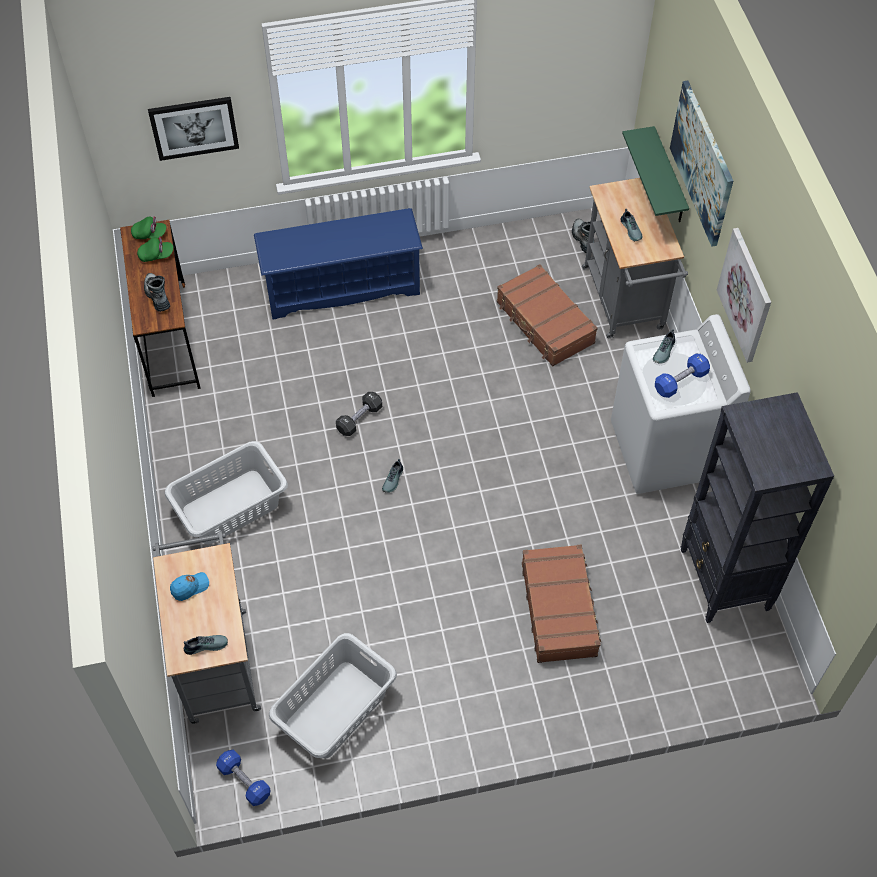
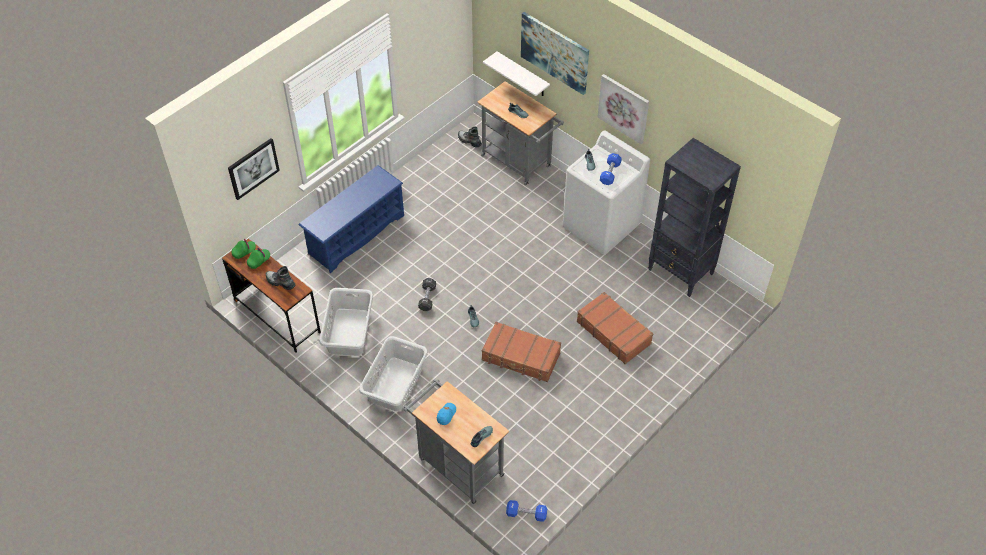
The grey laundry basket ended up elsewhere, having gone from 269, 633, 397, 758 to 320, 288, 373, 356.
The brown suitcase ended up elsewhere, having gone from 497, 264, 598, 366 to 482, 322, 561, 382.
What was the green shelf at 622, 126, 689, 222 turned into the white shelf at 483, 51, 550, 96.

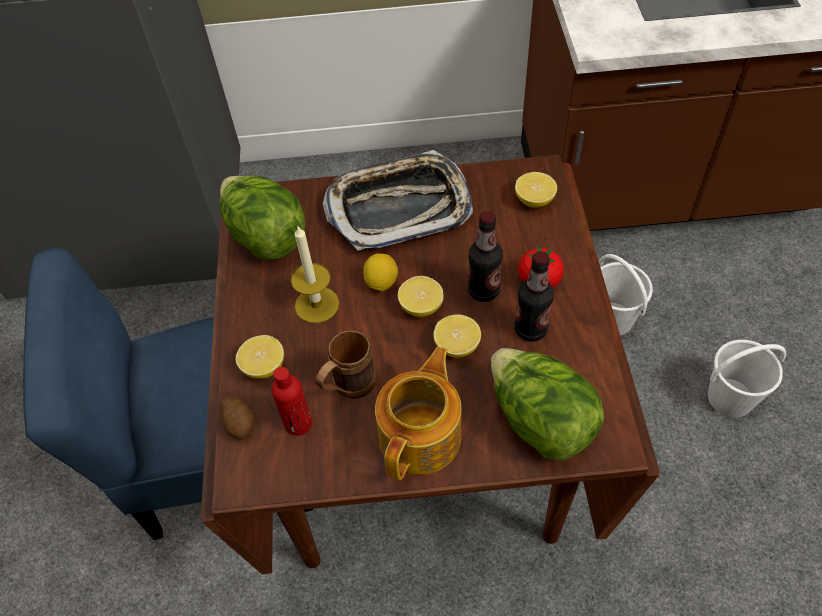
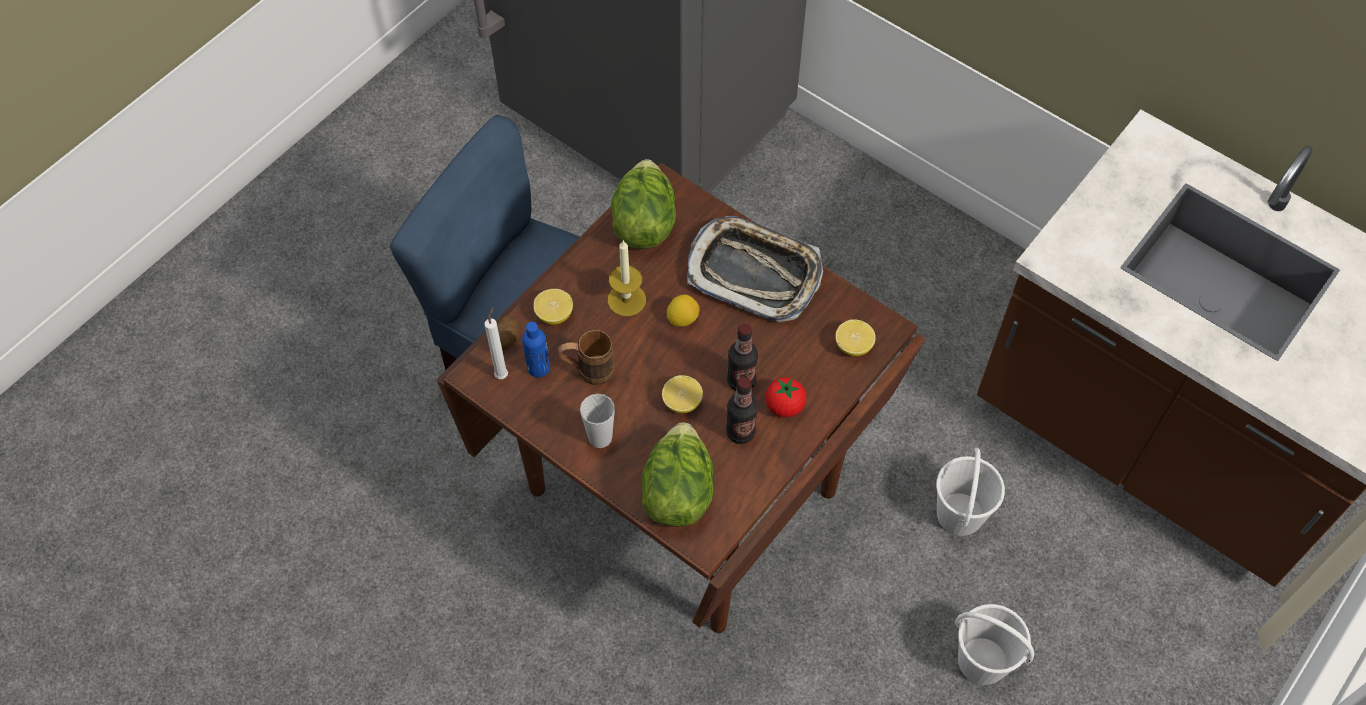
What was the red bottle at 271, 367, 312, 436 turned into the blue bottle at 522, 322, 550, 378.
Where the teapot stood at 375, 347, 461, 480, the cup came to stand at 580, 394, 615, 448.
The second view lost the lemon at 398, 276, 444, 317.
The second view gained the white candle at 484, 307, 508, 379.

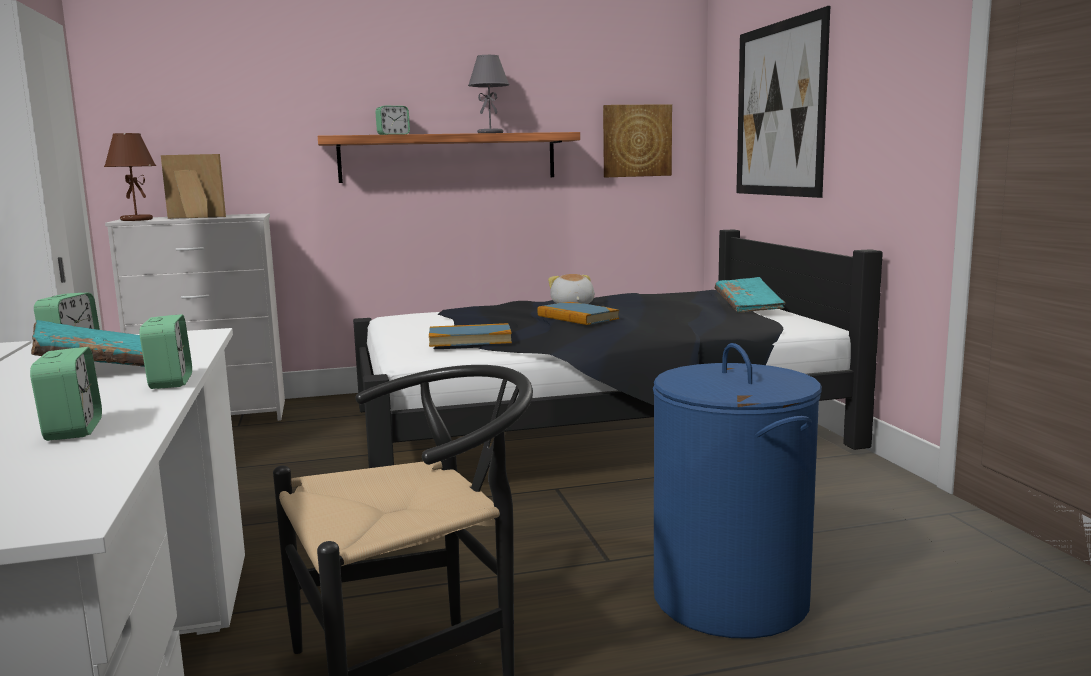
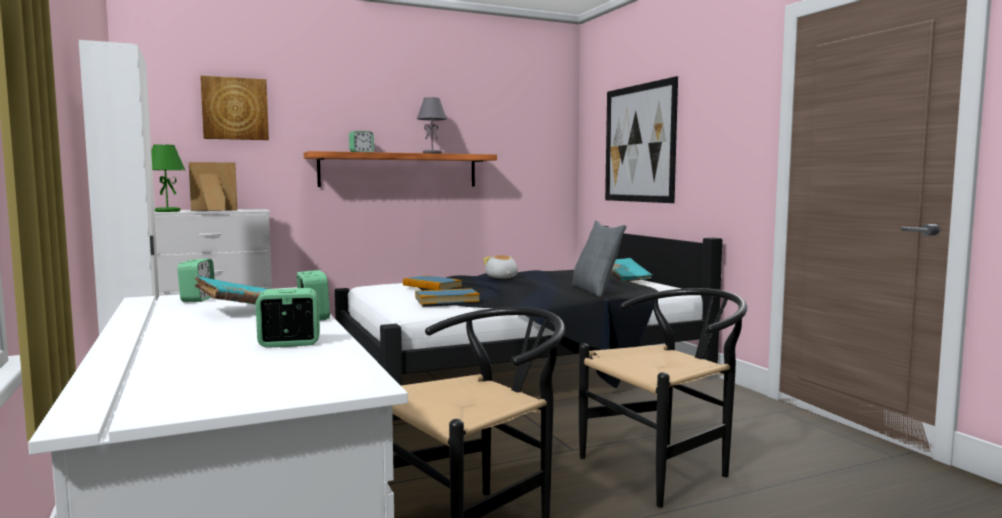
The alarm clock at 30, 347, 102, 441 ended up facing another way, 75 degrees counterclockwise from before.
What was the brown table lamp at 104, 133, 156, 221 turned into the green table lamp at 151, 144, 185, 212.
The book ended up elsewhere, having gone from 537, 302, 619, 325 to 403, 275, 462, 290.
The picture ended up elsewhere, having gone from 603, 104, 672, 177 to 200, 76, 269, 140.
Where the blue laundry basket stood at 653, 343, 822, 639, the black chair came to stand at 579, 288, 747, 508.
The second view gained the grey pillow at 572, 221, 627, 297.

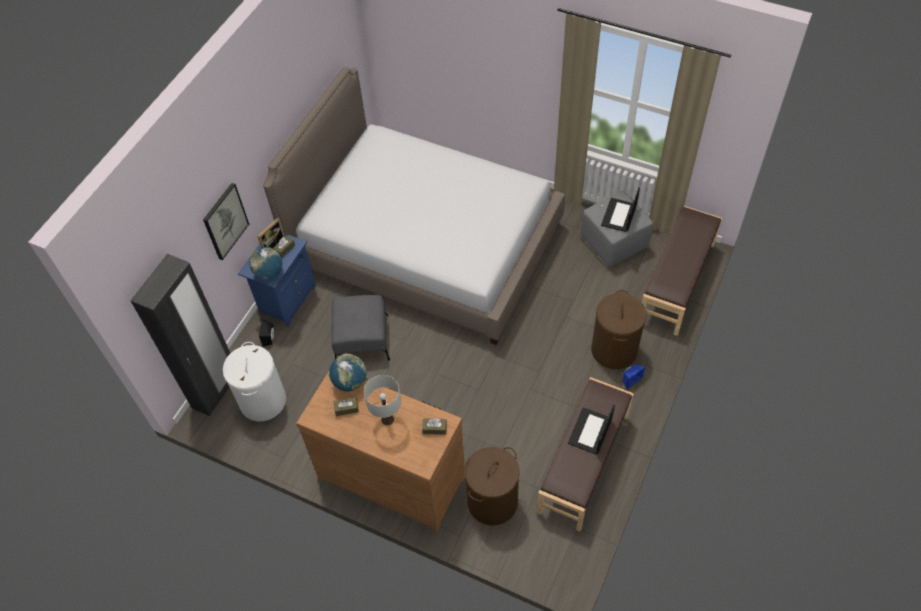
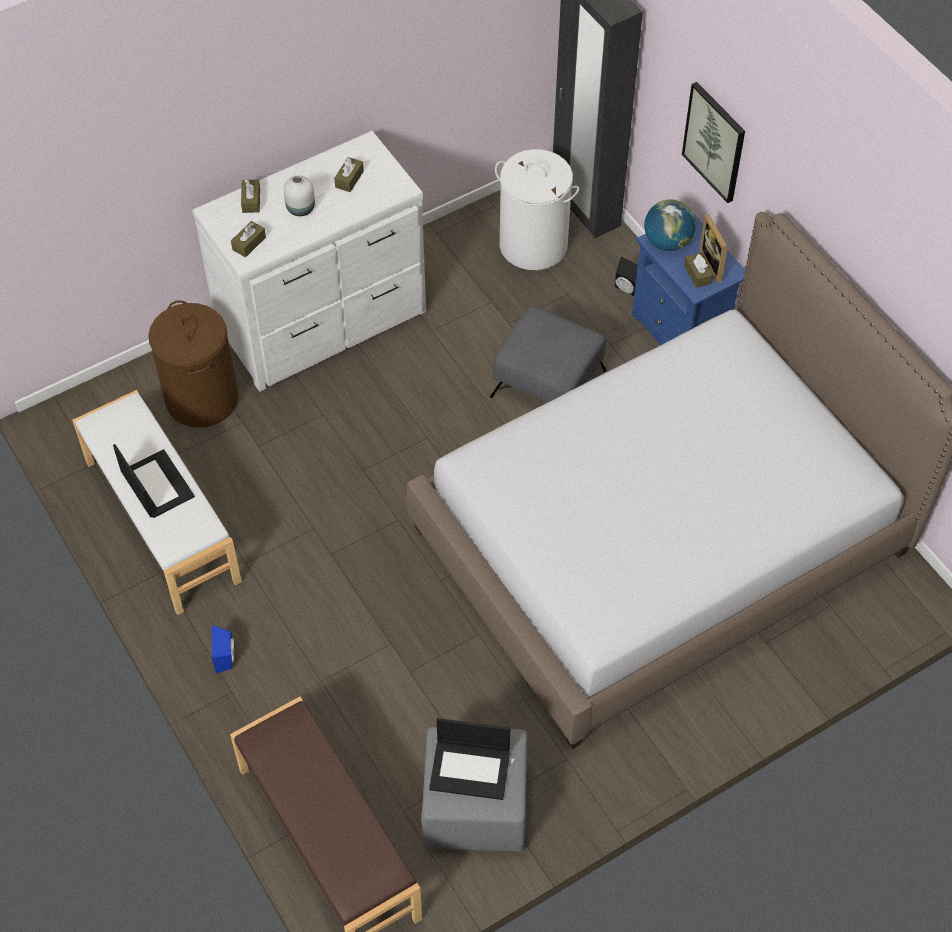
What was the brown dresser at 296, 371, 465, 531 turned into the white dresser at 192, 131, 426, 391.
The second view lost the globe at 329, 354, 366, 391.
Where the white table lamp stood at 364, 375, 401, 425, the white vase came to stand at 284, 175, 315, 216.
What was the brown bench at 537, 377, 634, 532 turned into the white bench at 72, 390, 242, 615.
The second view lost the brown laundry basket at 591, 290, 647, 369.
The laptop at 601, 187, 640, 232 ended up facing another way, 135 degrees clockwise from before.
The second view gained the brown tissue box at 241, 179, 260, 213.

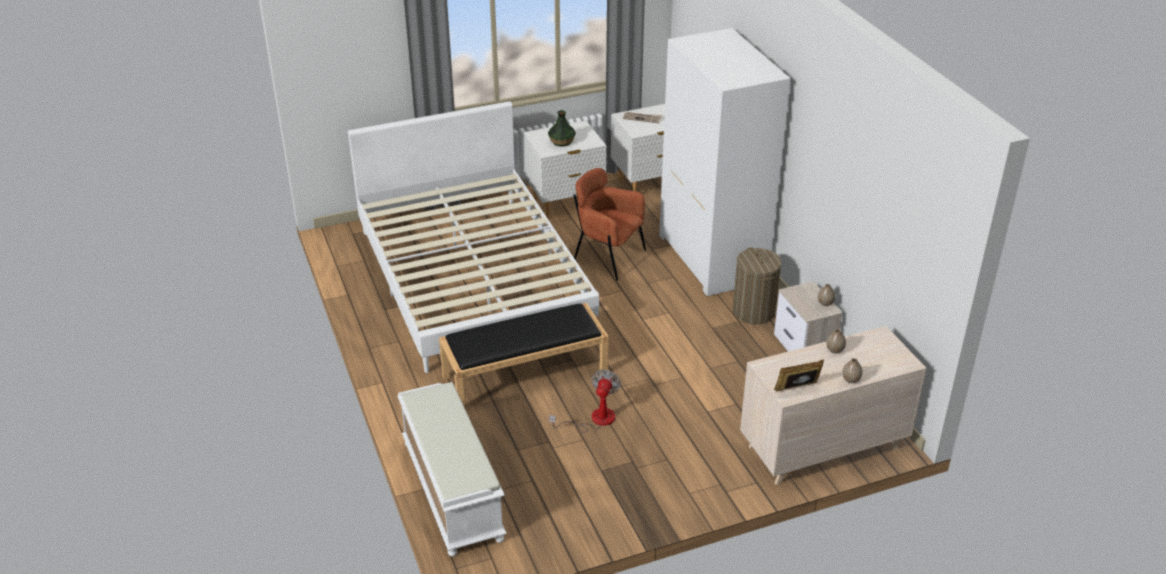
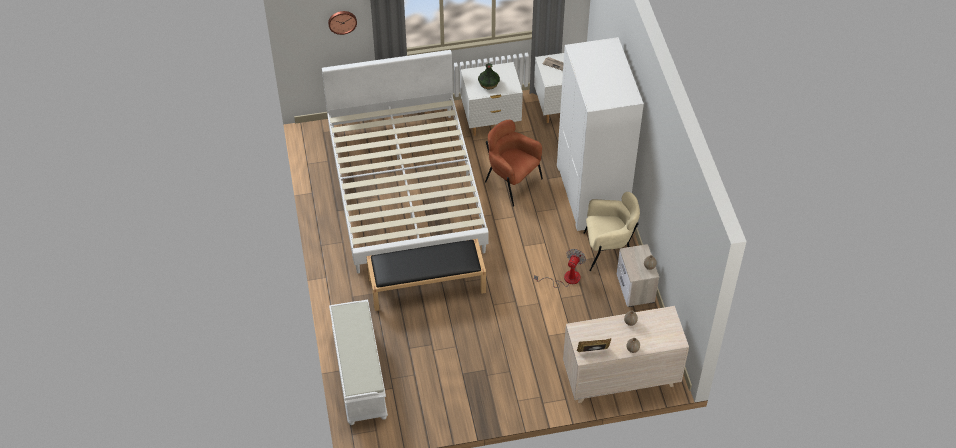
The fan ended up elsewhere, having gone from 549, 369, 621, 433 to 534, 249, 586, 288.
Where the laundry basket stood at 733, 248, 782, 324, the beige armchair came to stand at 584, 192, 640, 271.
The second view gained the wall clock at 328, 11, 357, 35.

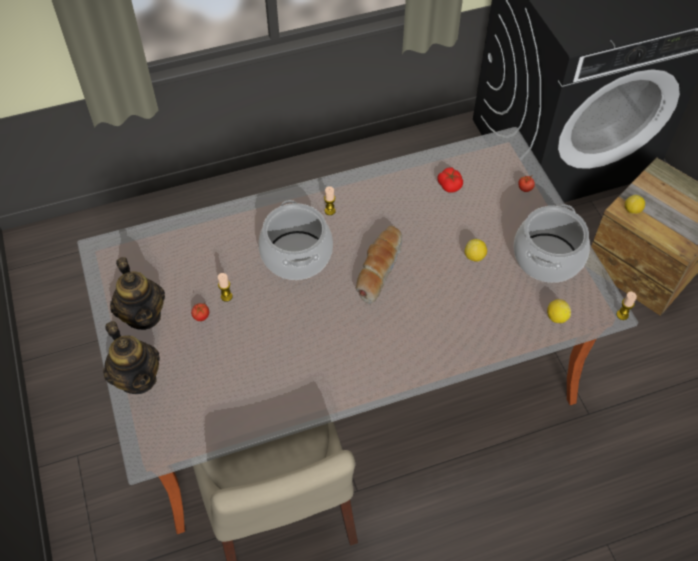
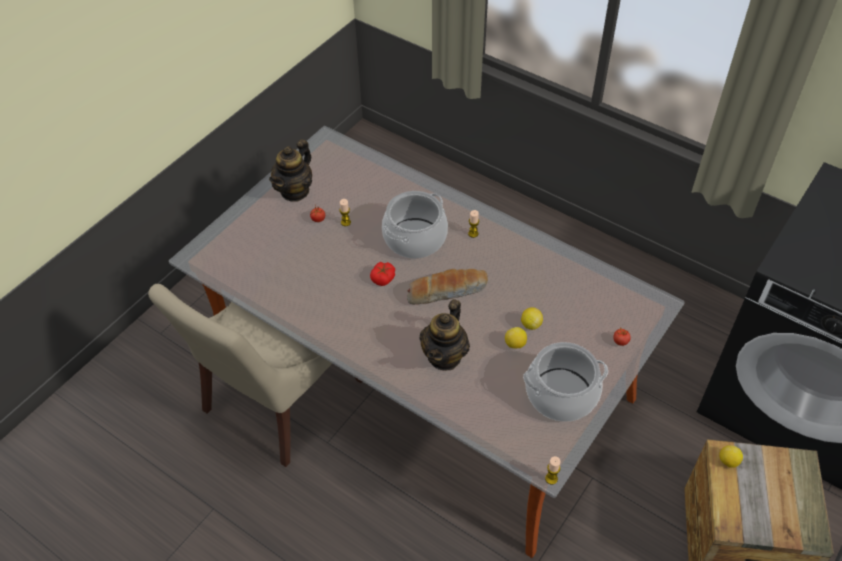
The teapot ended up elsewhere, having gone from 103, 321, 160, 394 to 419, 299, 470, 371.
The tomato ended up elsewhere, having gone from 437, 167, 463, 193 to 370, 262, 395, 286.
The lemon ended up elsewhere, having gone from 547, 299, 571, 323 to 521, 307, 543, 330.

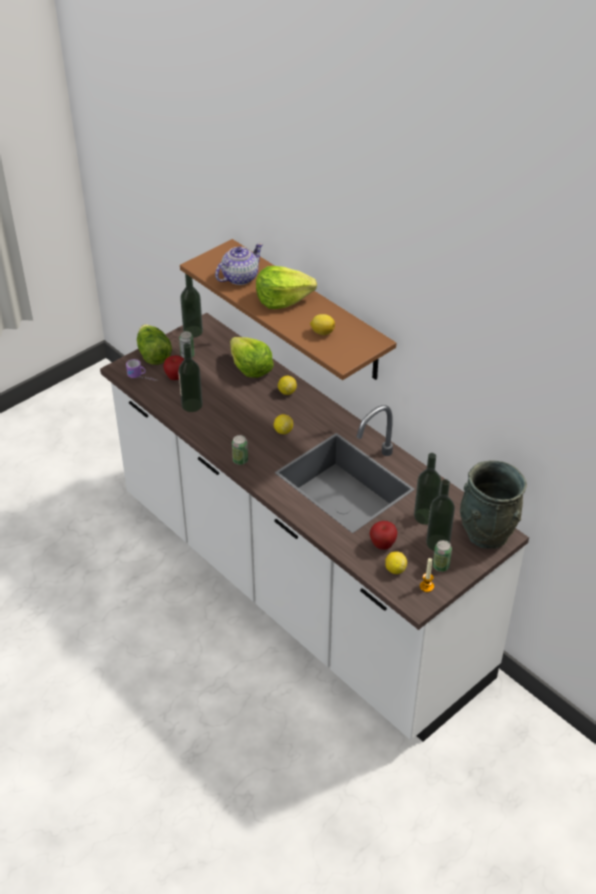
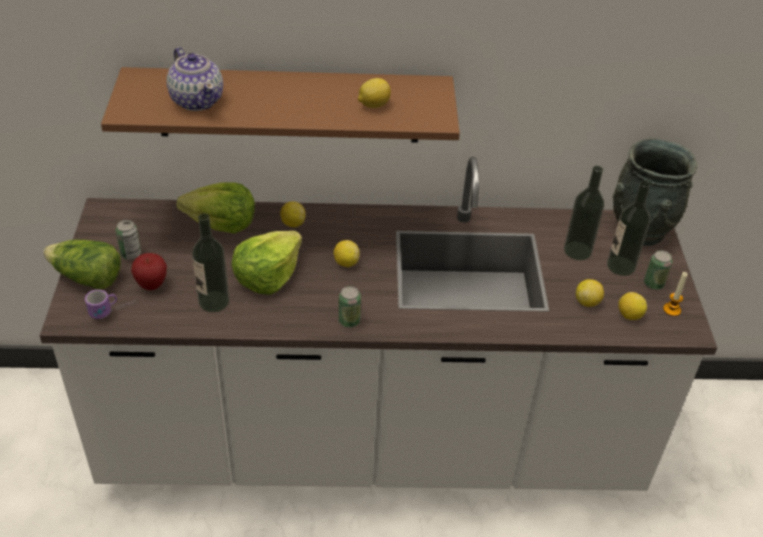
The second view lost the bottle at 180, 274, 203, 338.
The teapot at 215, 243, 263, 285 ended up facing another way, 150 degrees clockwise from before.
The lettuce ended up elsewhere, having gone from 256, 266, 317, 309 to 231, 231, 302, 295.
Where the apple stood at 370, 521, 398, 550, the lemon came to stand at 576, 279, 604, 307.

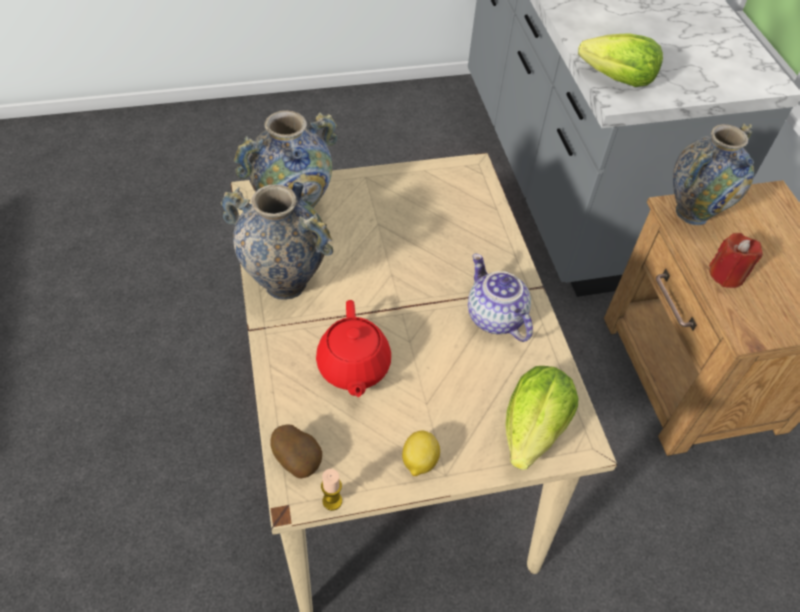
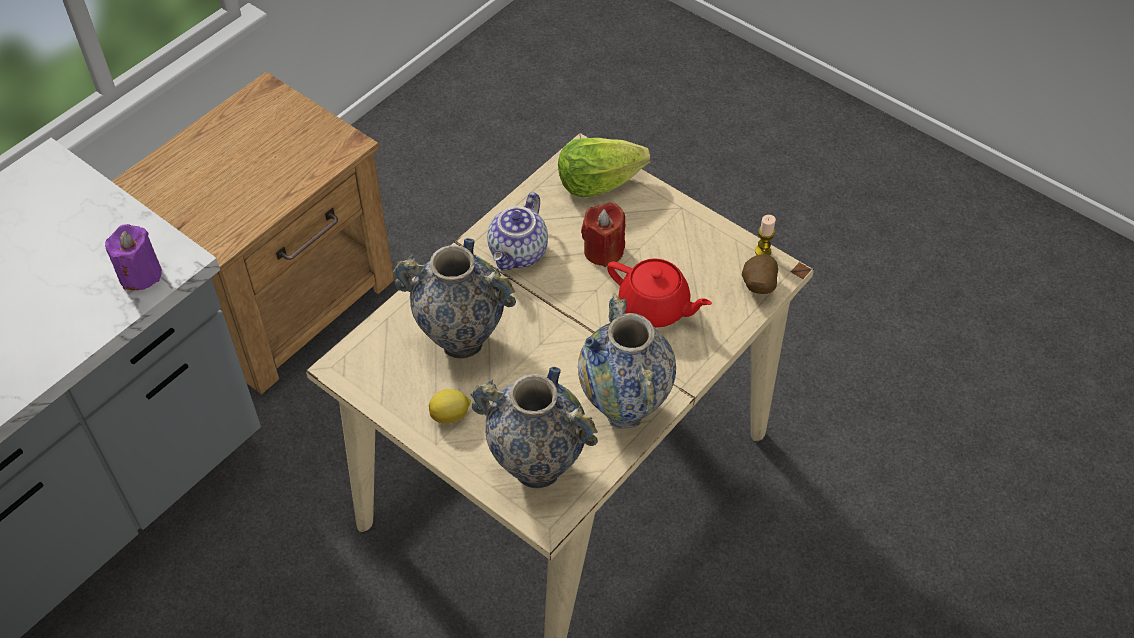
The red teapot at 316, 300, 391, 397 ended up facing another way, 75 degrees clockwise from before.
The lemon ended up elsewhere, having gone from 402, 431, 440, 476 to 429, 389, 471, 424.
Where the lettuce stood at 578, 33, 663, 87, the purple candle came to stand at 105, 224, 162, 290.
The vase ended up elsewhere, having gone from 673, 123, 754, 225 to 393, 238, 516, 359.
The red candle ended up elsewhere, having gone from 709, 233, 763, 288 to 581, 202, 625, 267.

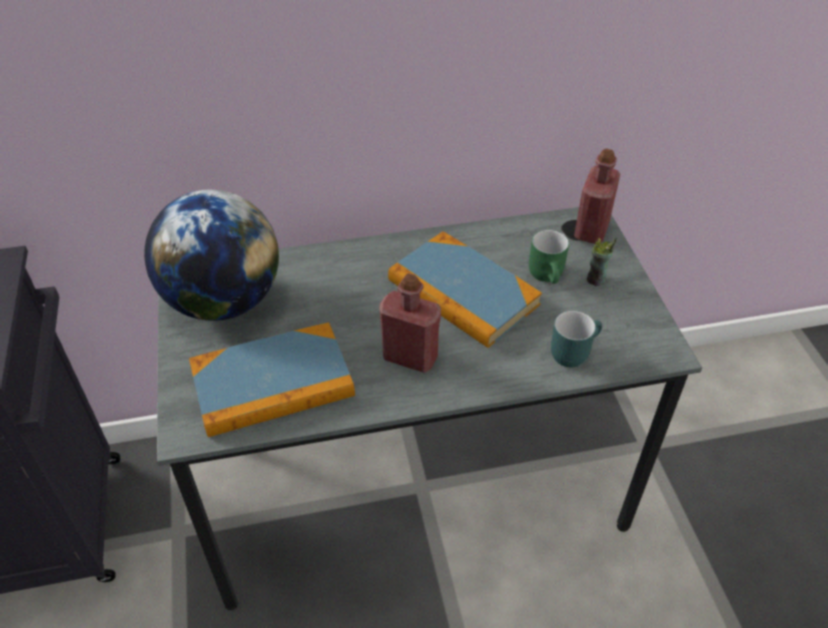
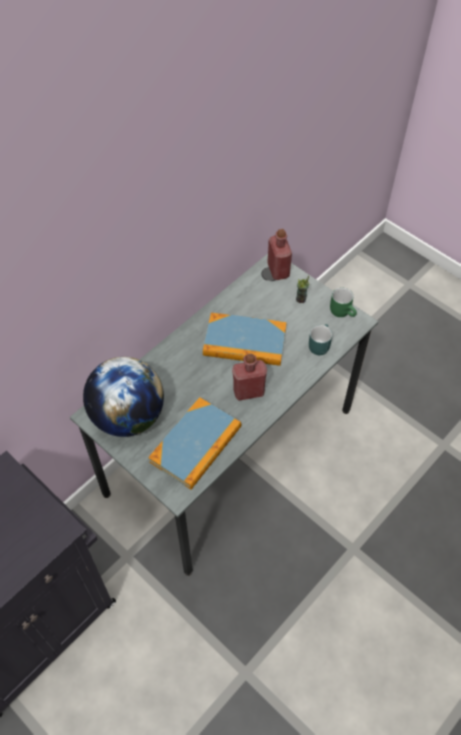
The green mug ended up elsewhere, having gone from 529, 230, 569, 284 to 330, 288, 357, 317.

